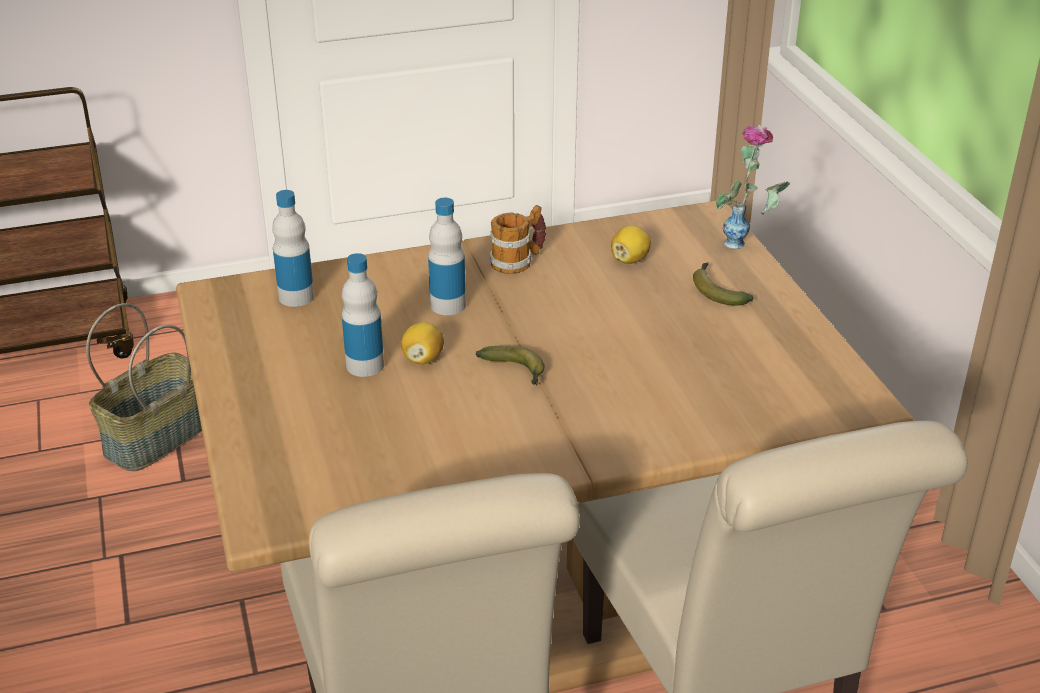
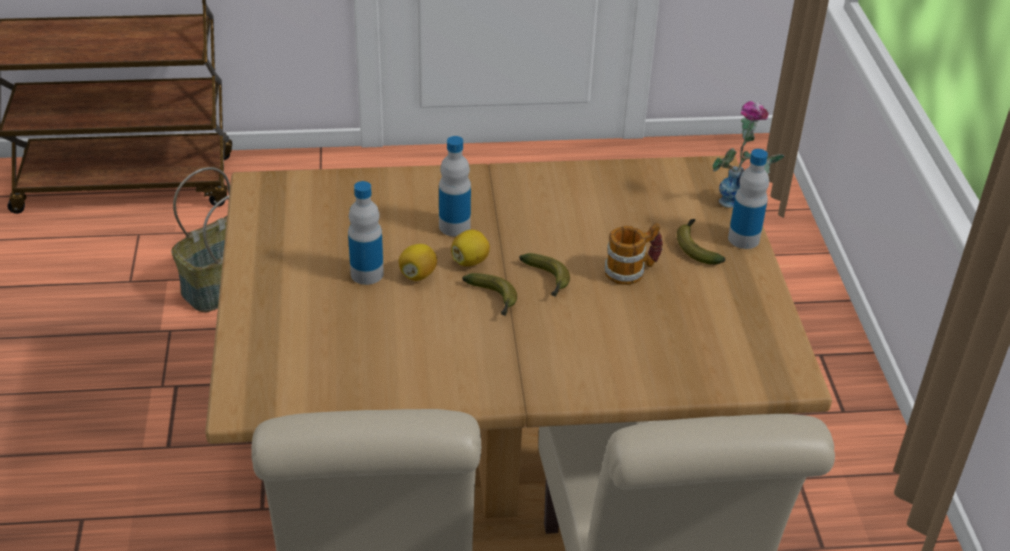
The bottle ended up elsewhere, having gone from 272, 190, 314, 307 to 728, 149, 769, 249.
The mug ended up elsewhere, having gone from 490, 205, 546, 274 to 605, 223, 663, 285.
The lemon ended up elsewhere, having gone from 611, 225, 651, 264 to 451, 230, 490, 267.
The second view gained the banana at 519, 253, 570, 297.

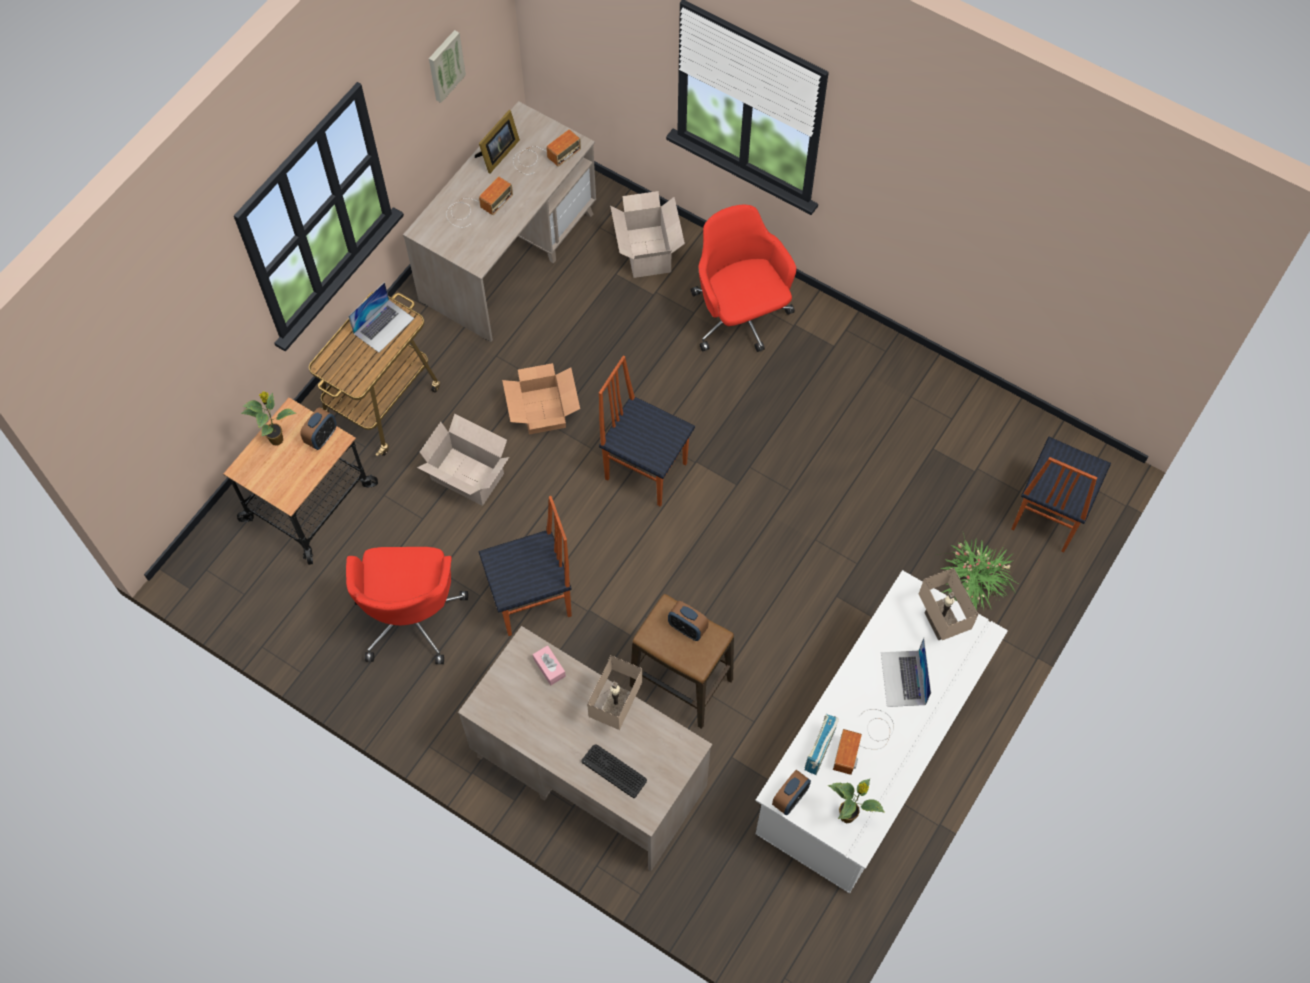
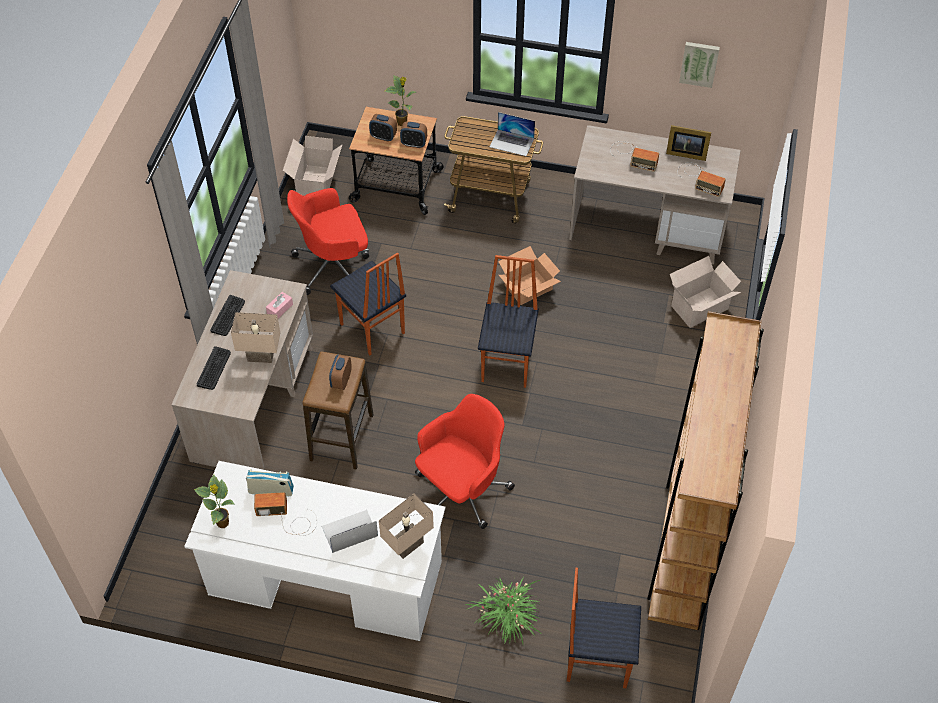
The cardboard box ended up elsewhere, having gone from 417, 414, 509, 506 to 283, 136, 342, 196.
The red office chair ended up elsewhere, having gone from 691, 205, 796, 352 to 415, 394, 515, 529.
The alarm clock ended up elsewhere, having gone from 772, 770, 811, 815 to 369, 114, 397, 142.
The second view gained the keyboard at 210, 295, 245, 336.
The second view gained the brown bookcase at 647, 311, 764, 630.

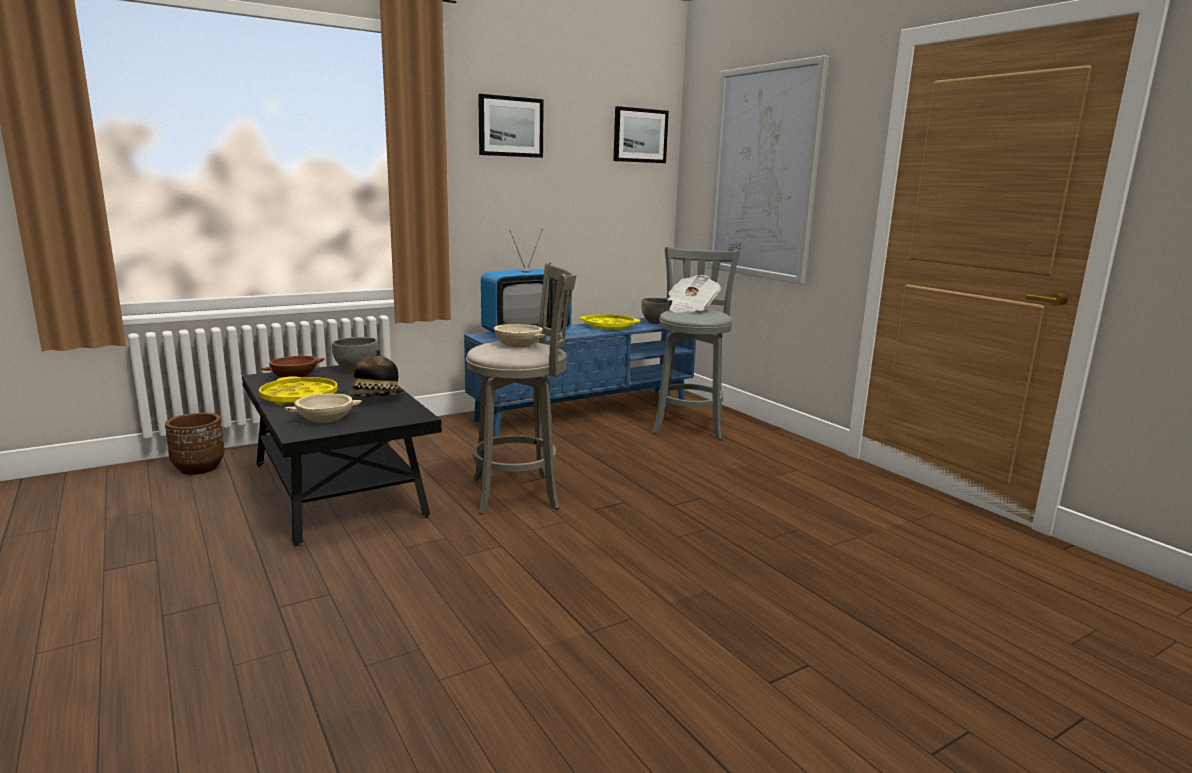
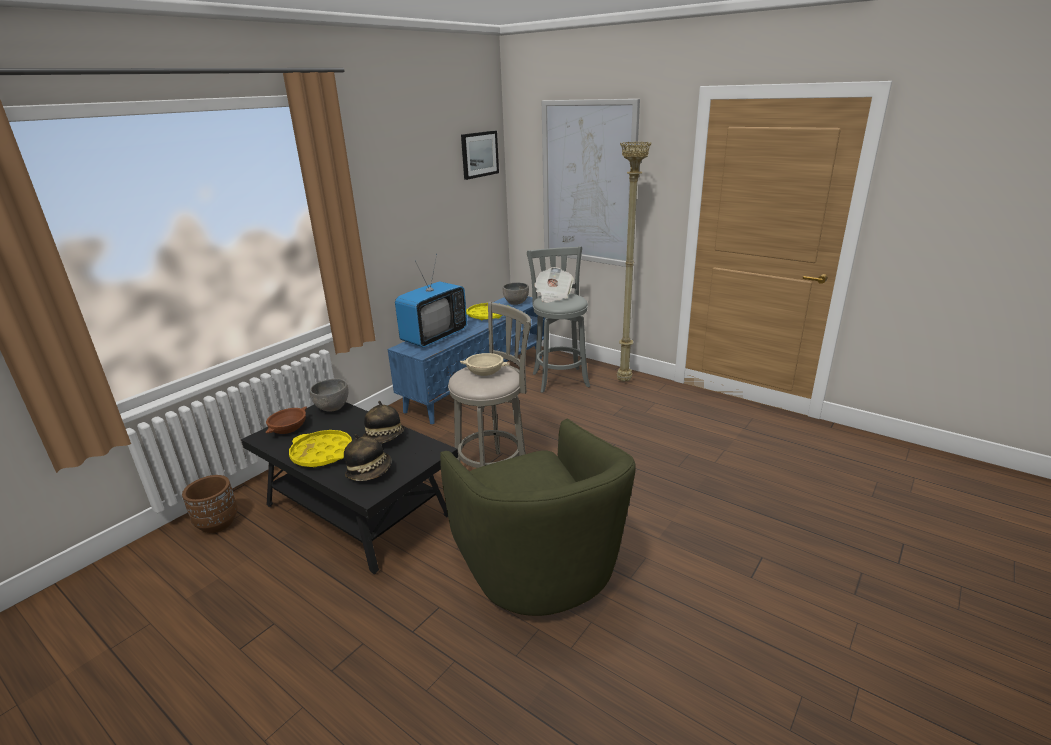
Where the beige bowl stood at 284, 394, 362, 423, the hat came to stand at 344, 434, 392, 481.
The second view lost the picture at 478, 94, 544, 158.
The second view gained the green armchair at 440, 419, 636, 616.
The second view gained the beige floor lamp at 617, 141, 652, 382.

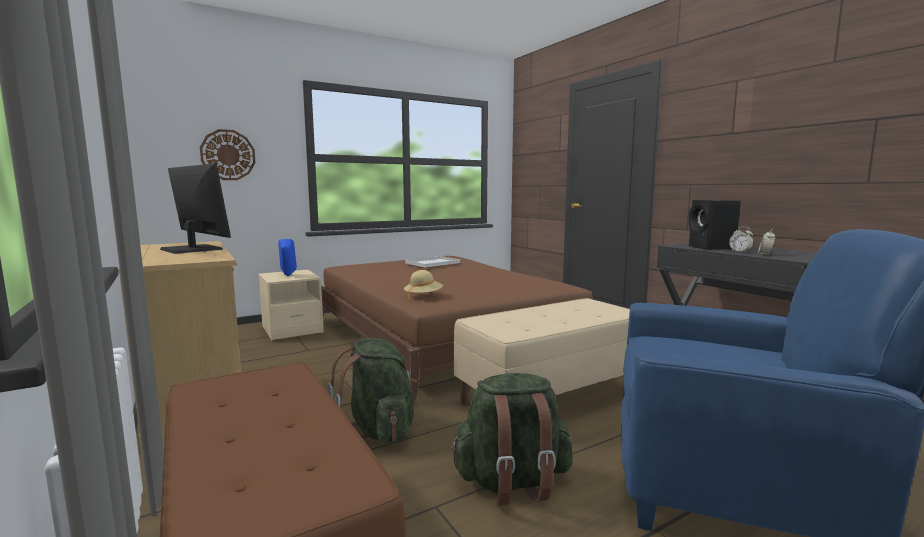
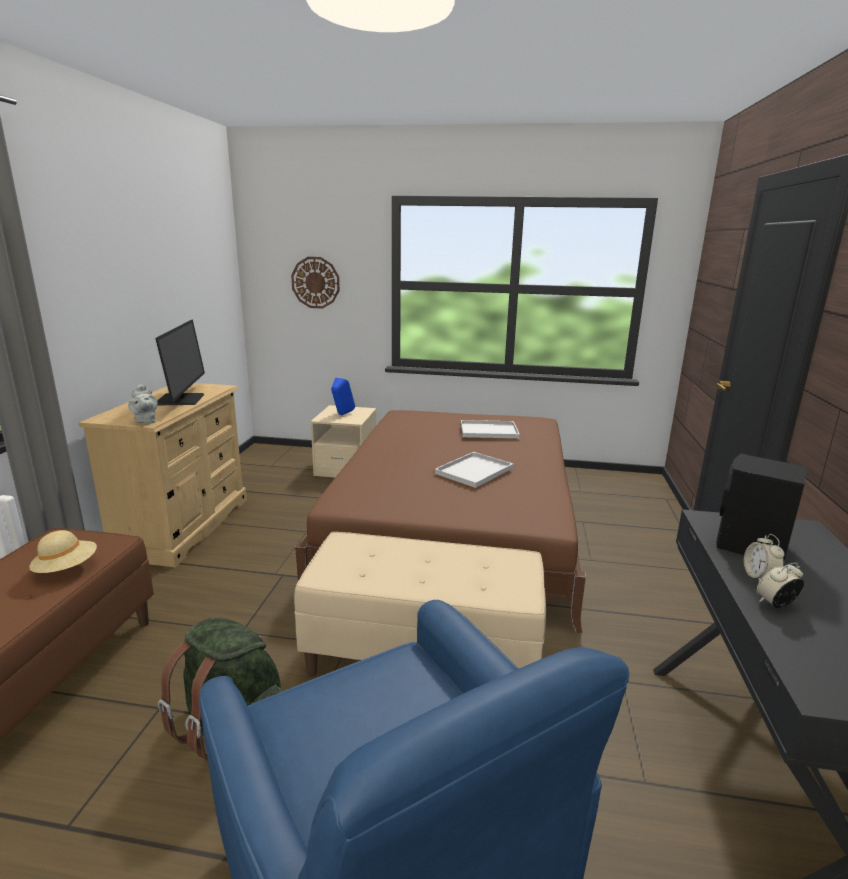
The second view lost the green backpack at 328, 338, 417, 443.
The beige hat ended up elsewhere, having gone from 404, 270, 443, 300 to 29, 530, 97, 573.
The second view gained the grey teapot at 128, 383, 158, 424.
The second view gained the white tray at 435, 452, 513, 488.

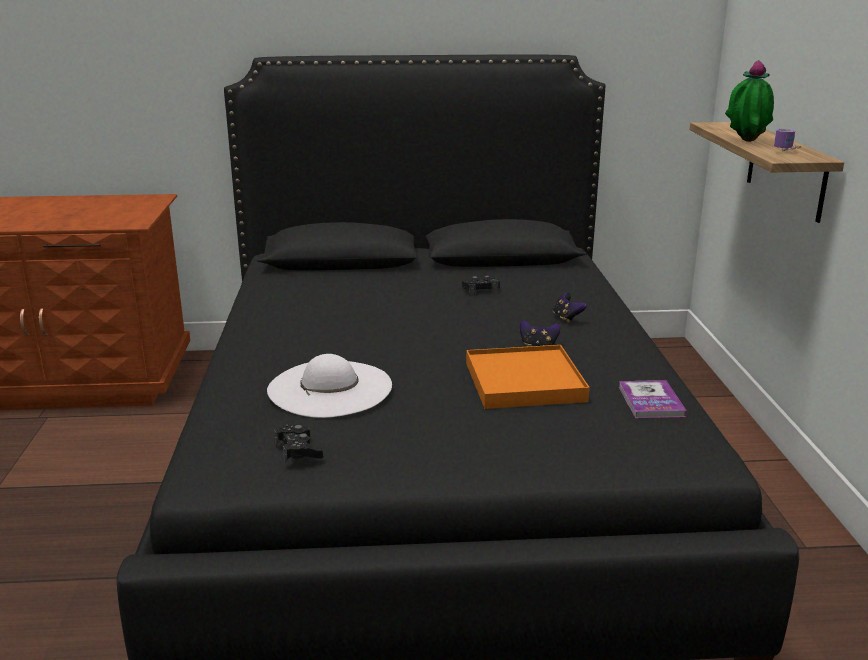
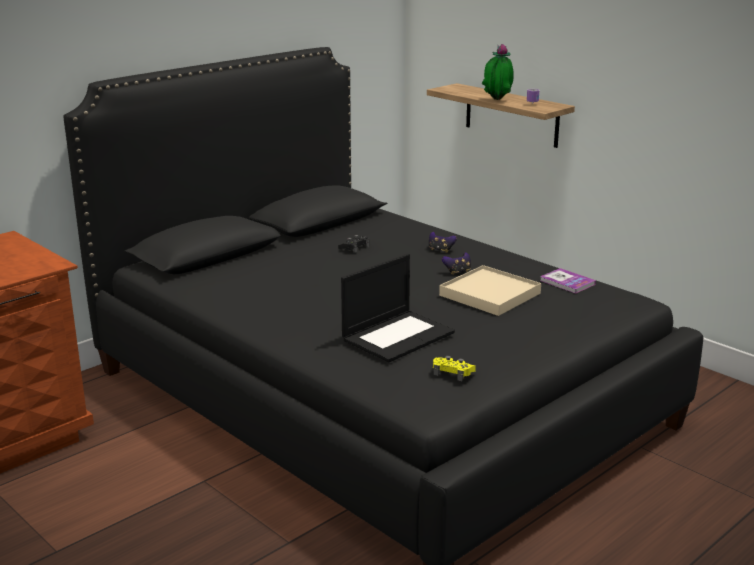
Where the white hat stood at 267, 354, 392, 418, the laptop came to stand at 341, 254, 455, 362.
What was the black game controller at 274, 423, 323, 463 turned into the yellow game controller at 433, 356, 476, 381.
What was the orange tray at 466, 345, 590, 409 turned into the beige tray at 439, 265, 541, 316.

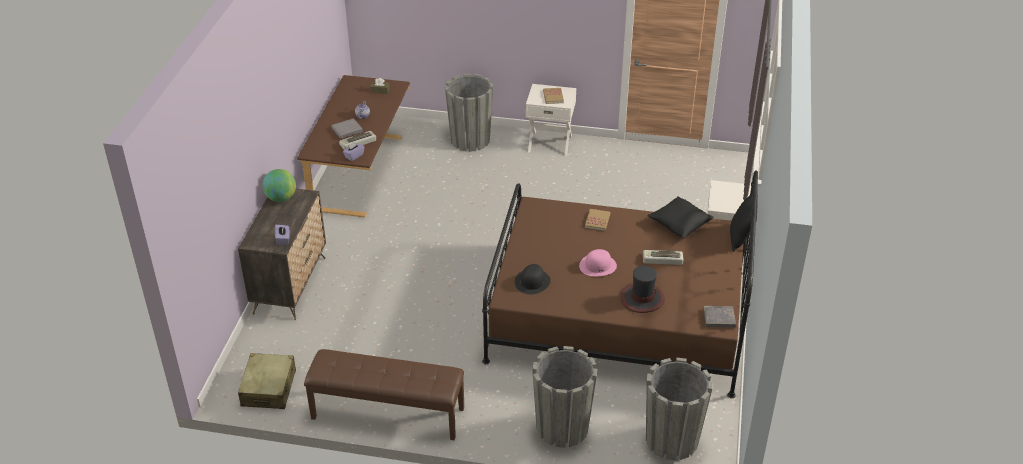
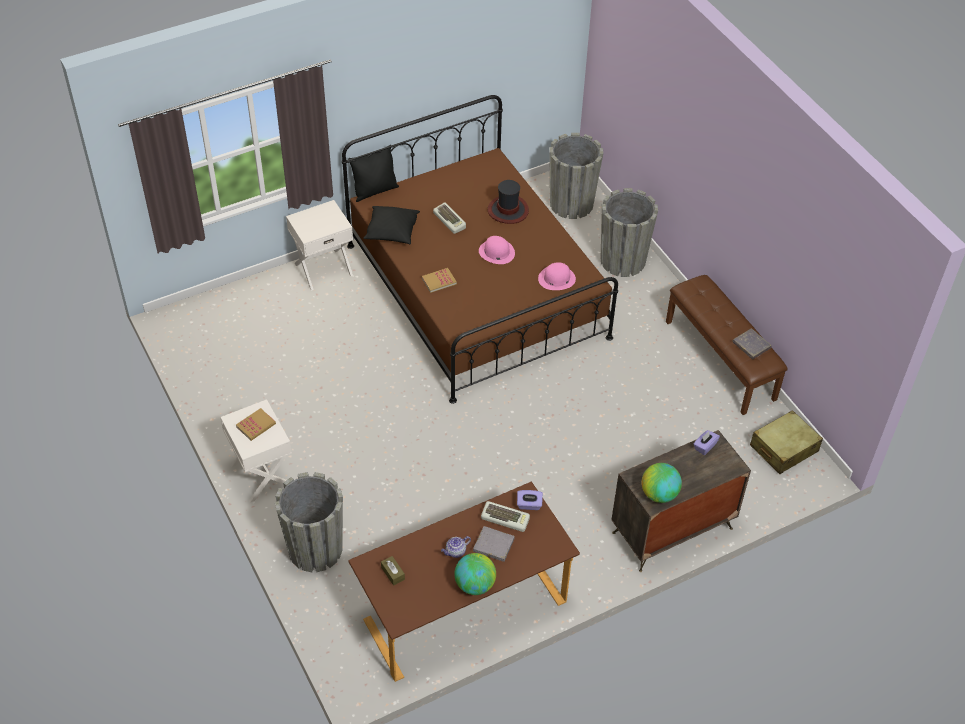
What was the black hat at 515, 264, 551, 295 turned into the pink hat at 538, 262, 576, 290.
The grey book ended up elsewhere, having gone from 703, 306, 736, 328 to 732, 328, 772, 360.
The second view gained the globe at 455, 553, 496, 595.

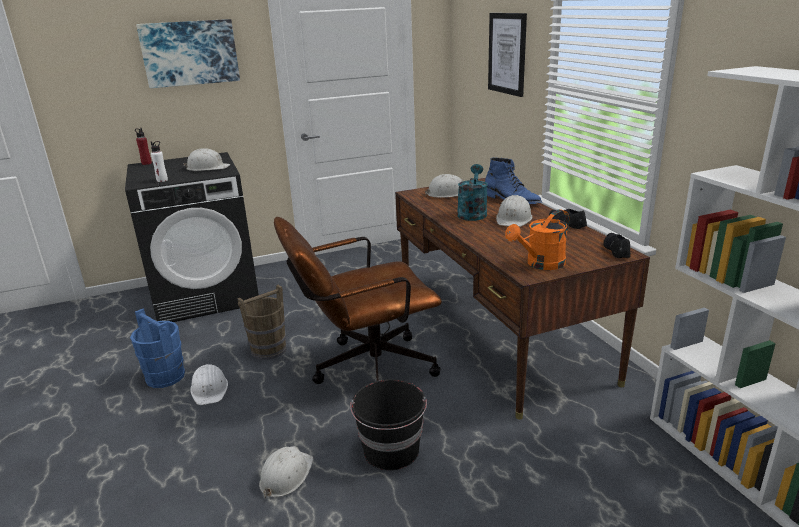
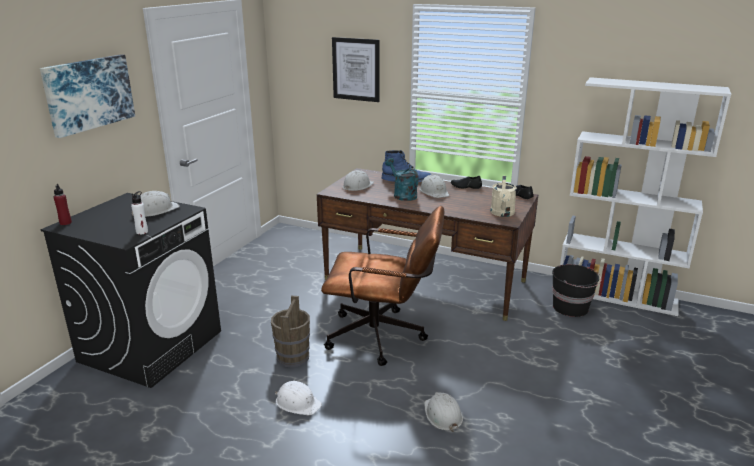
The second view lost the blue bucket at 130, 309, 185, 388.
The brown office chair at 274, 217, 442, 384 ended up facing another way, 105 degrees counterclockwise from before.
The black bucket ended up elsewhere, having gone from 350, 379, 427, 470 to 552, 264, 602, 317.
What was the orange watering can at 505, 209, 569, 270 turned into the beige watering can at 490, 176, 517, 217.

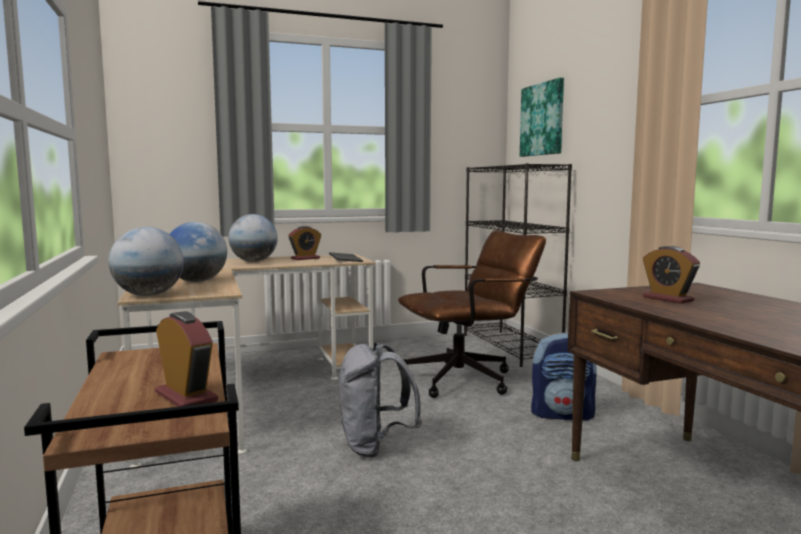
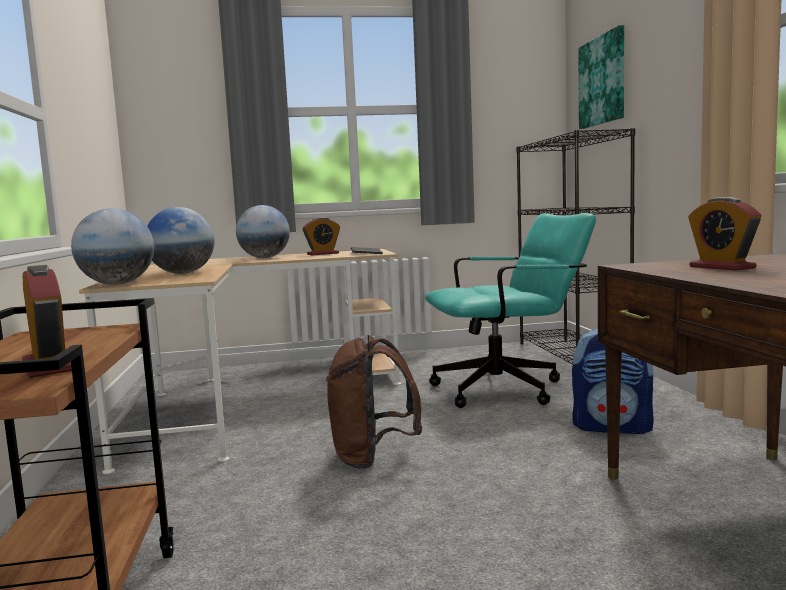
What was the grey backpack at 339, 342, 422, 458 turned into the brown backpack at 326, 335, 422, 469.
What was the brown office chair at 398, 230, 546, 398 turned into the turquoise office chair at 425, 213, 596, 408.

